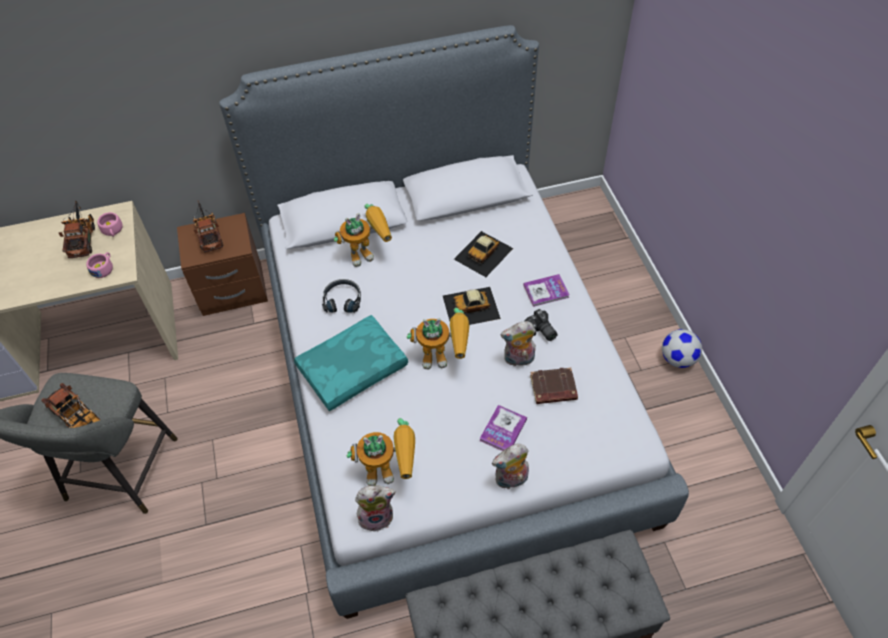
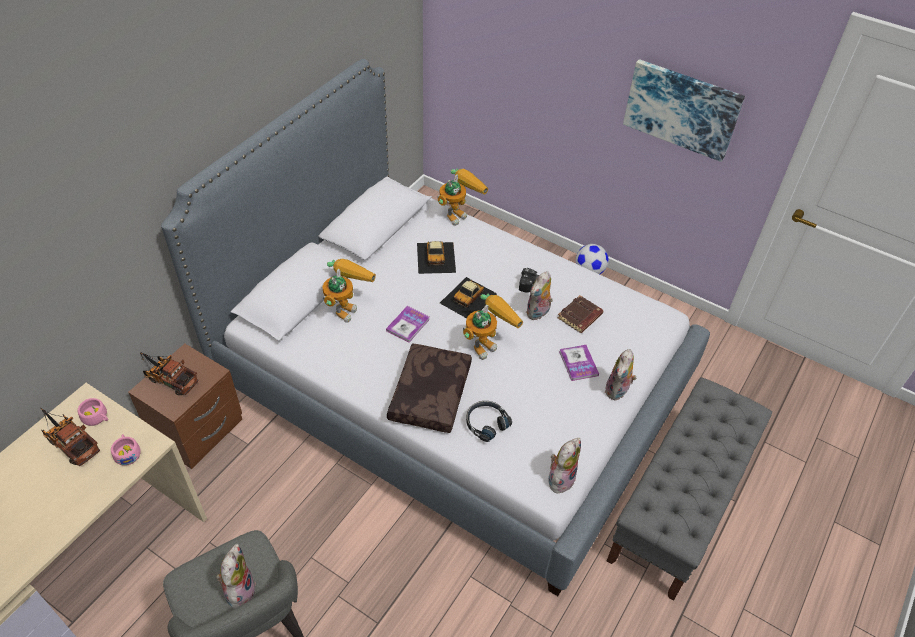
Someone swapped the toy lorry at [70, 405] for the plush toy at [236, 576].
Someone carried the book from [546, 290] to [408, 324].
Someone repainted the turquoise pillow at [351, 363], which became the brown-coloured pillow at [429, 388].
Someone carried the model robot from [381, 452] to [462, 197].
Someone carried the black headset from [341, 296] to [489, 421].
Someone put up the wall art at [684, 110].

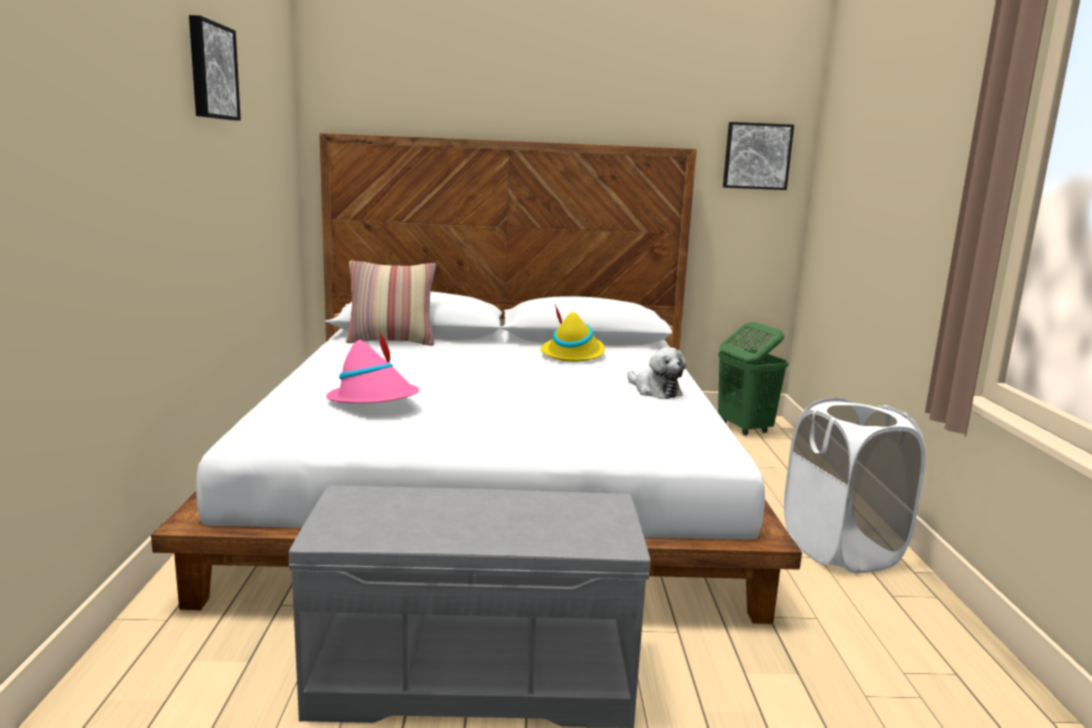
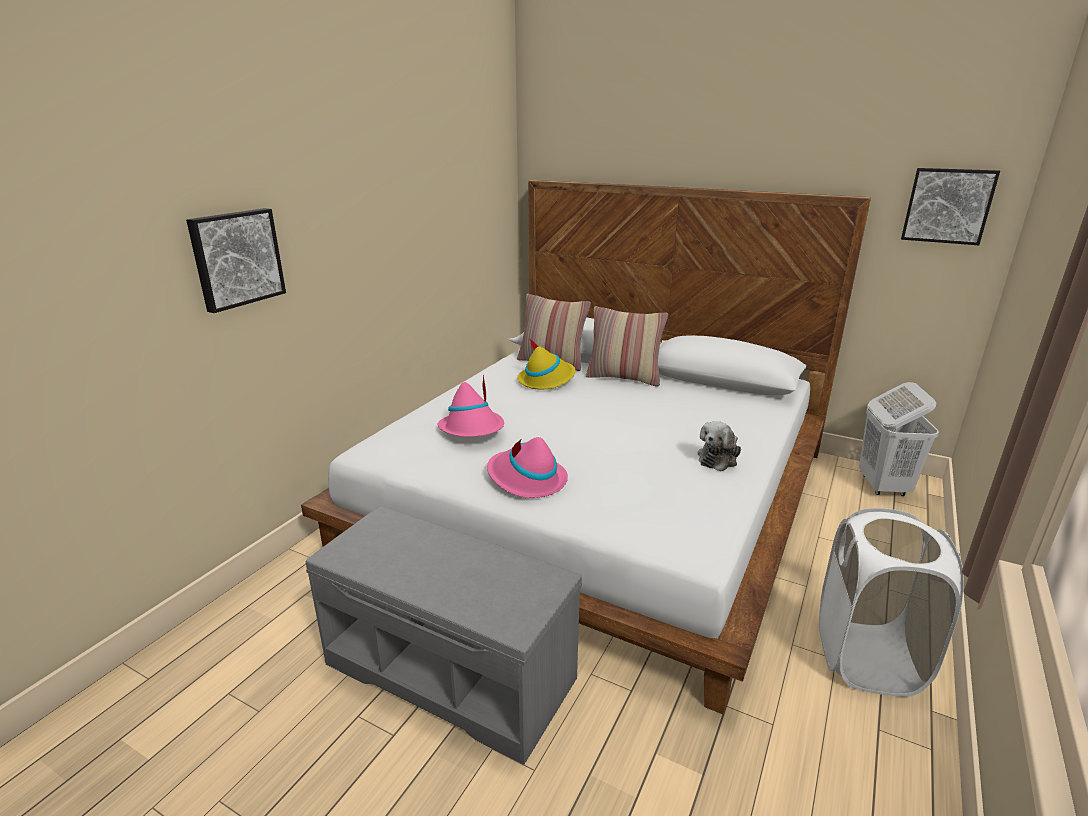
Someone carried the wall art from [215, 68] to [236, 260].
Someone put down the pinkish hat at [527, 467].
Someone carried the yellow hat from [573, 333] to [546, 363].
Someone put down the pillow at [627, 346].
Someone rotated the plush toy at [656, 373] by 45 degrees clockwise.
Someone repainted the green washing basket at [753, 378], which became the white washing basket at [899, 439].

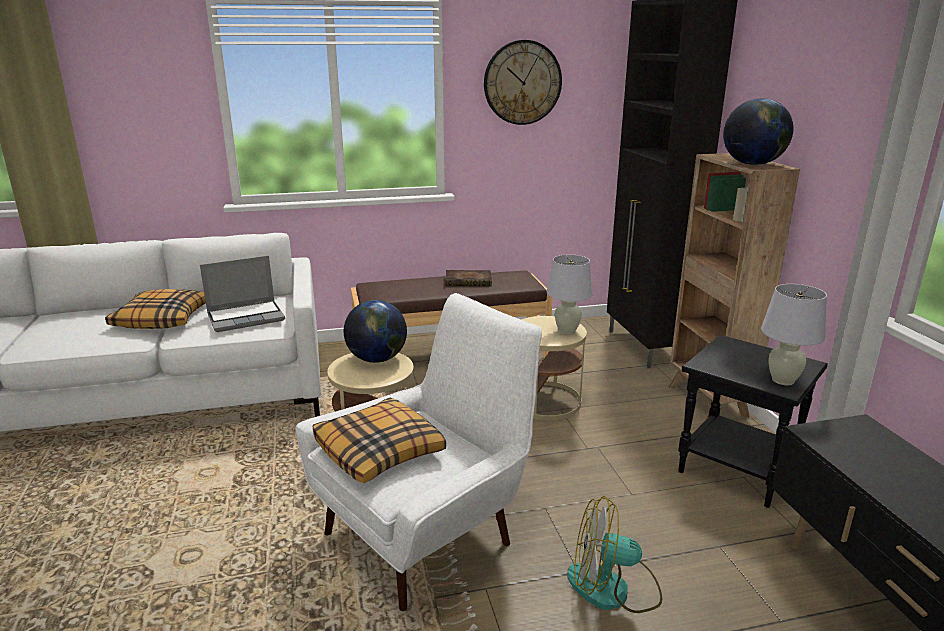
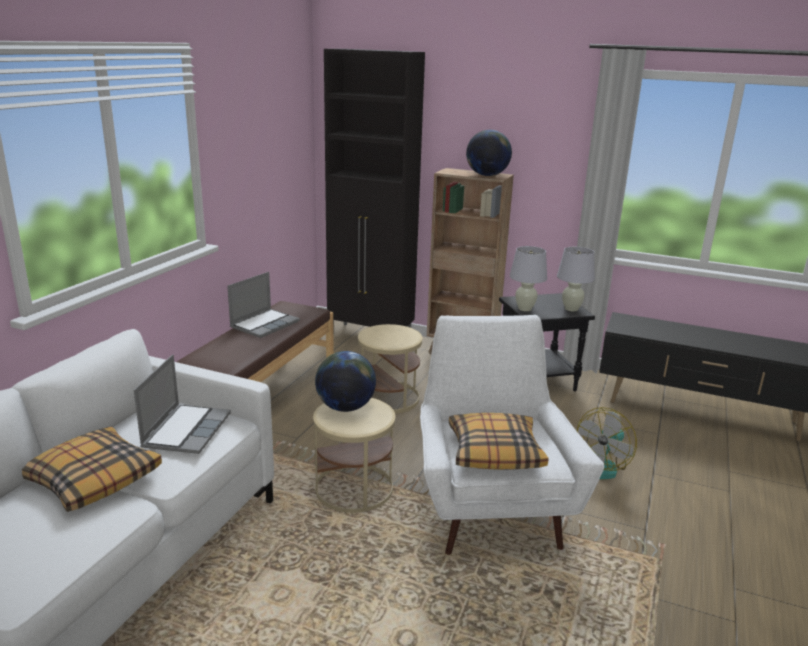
Someone swapped the book at [469, 278] for the notebook computer at [263, 305].
Someone carried the white table lamp from [570, 294] to [528, 278].
Someone took away the hanging clock at [523, 82].

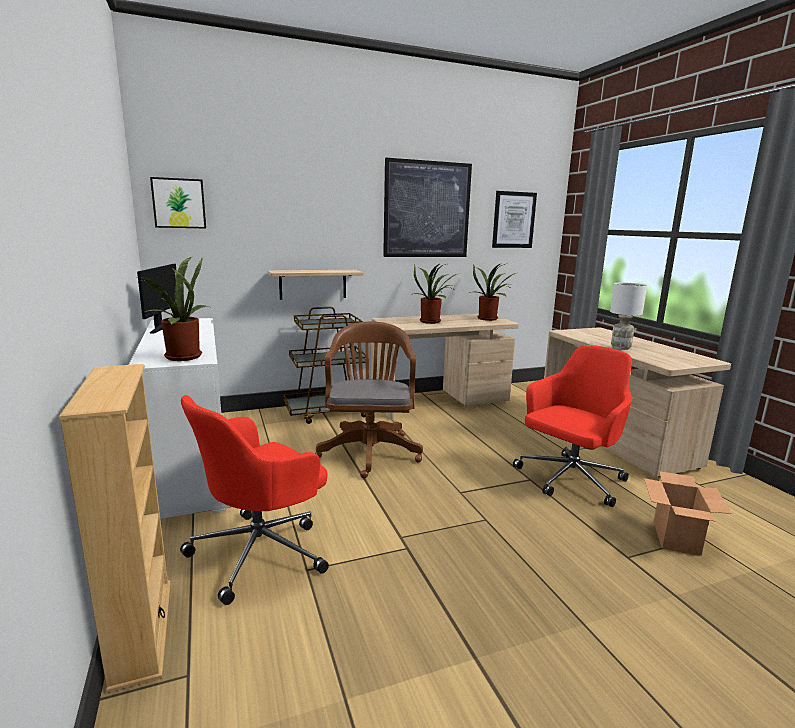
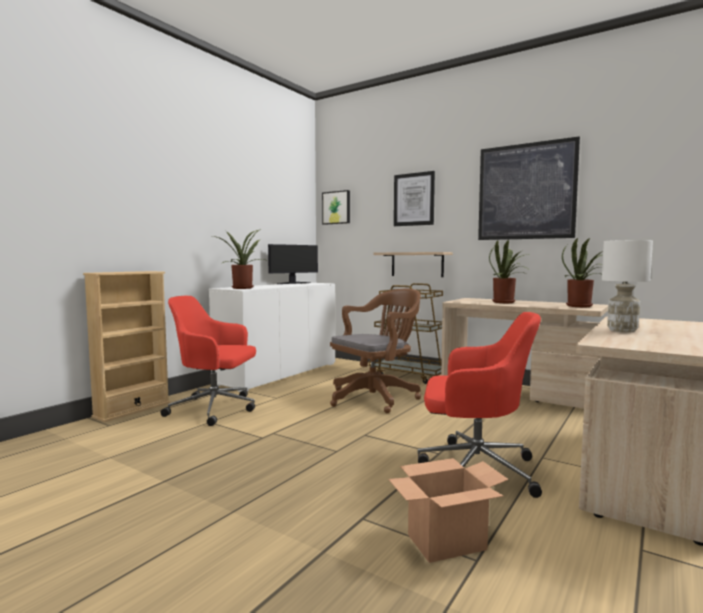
Someone carried the wall art from [514, 219] to [414, 198].

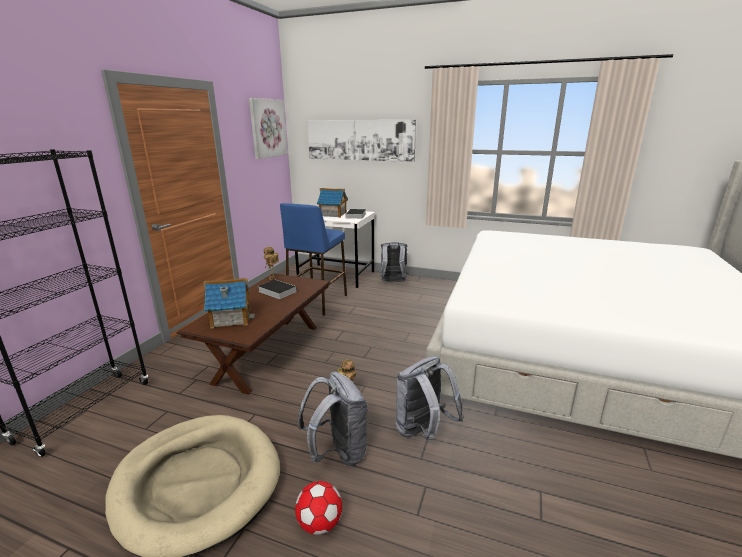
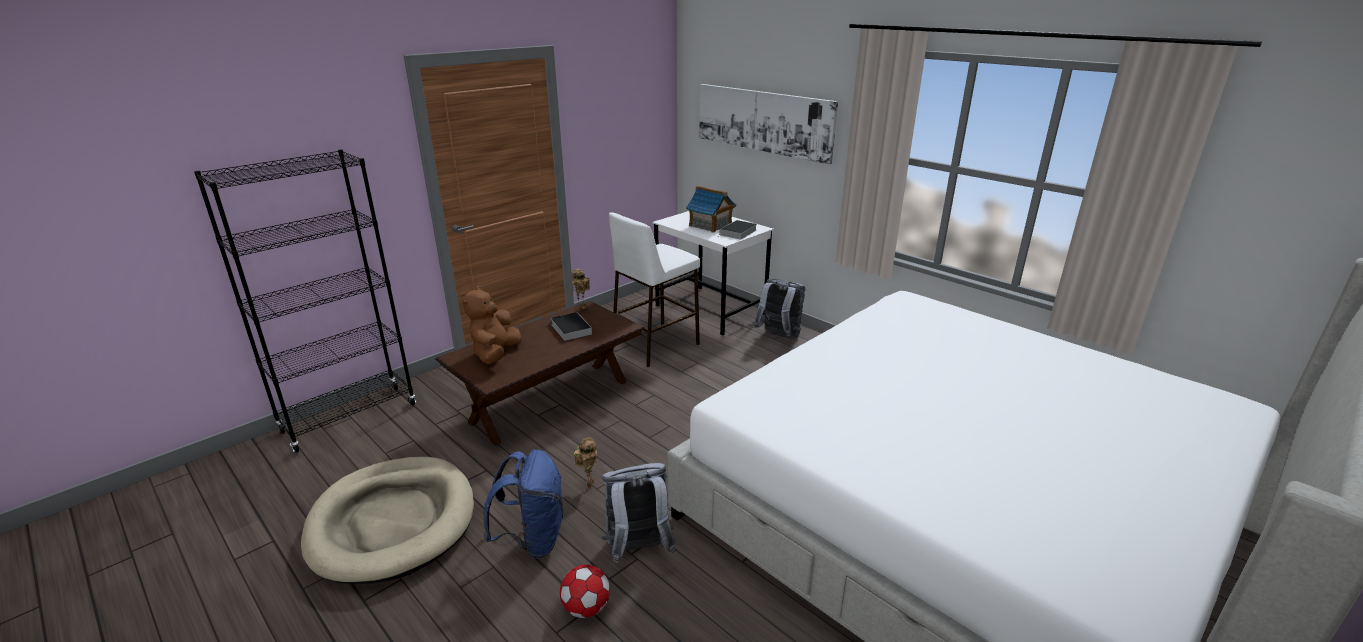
Someone swapped the miniature house at [229, 303] for the brown-coloured plush toy at [492, 324].
Someone repainted the grey knapsack at [333, 419], which became the blue knapsack at [523, 504].
Someone carried the football from [318, 508] to [585, 591].
Someone repainted the blue stool seat at [313, 259], which became the white stool seat at [654, 289].
Someone took away the wall art at [268, 128].

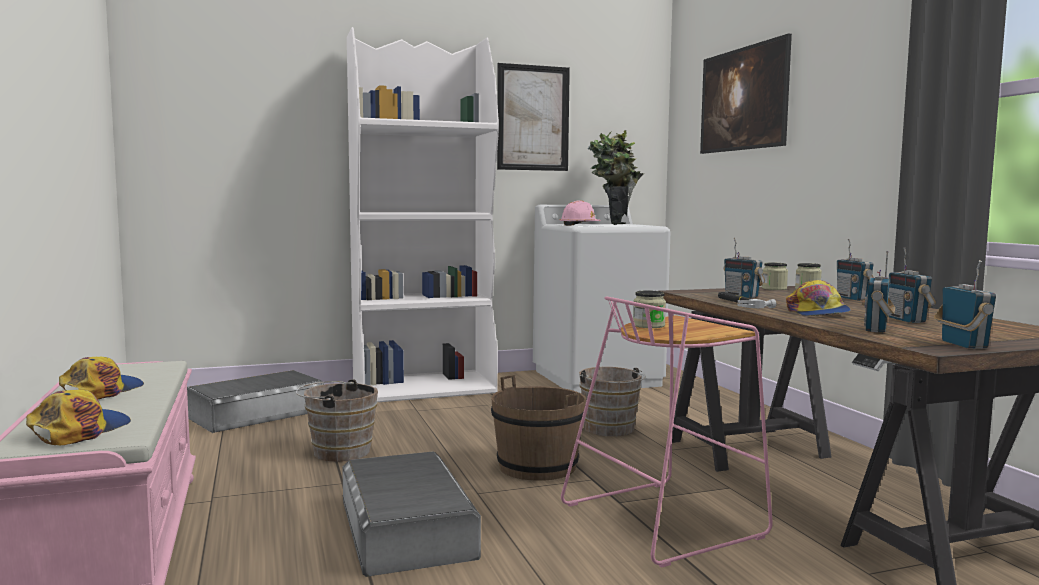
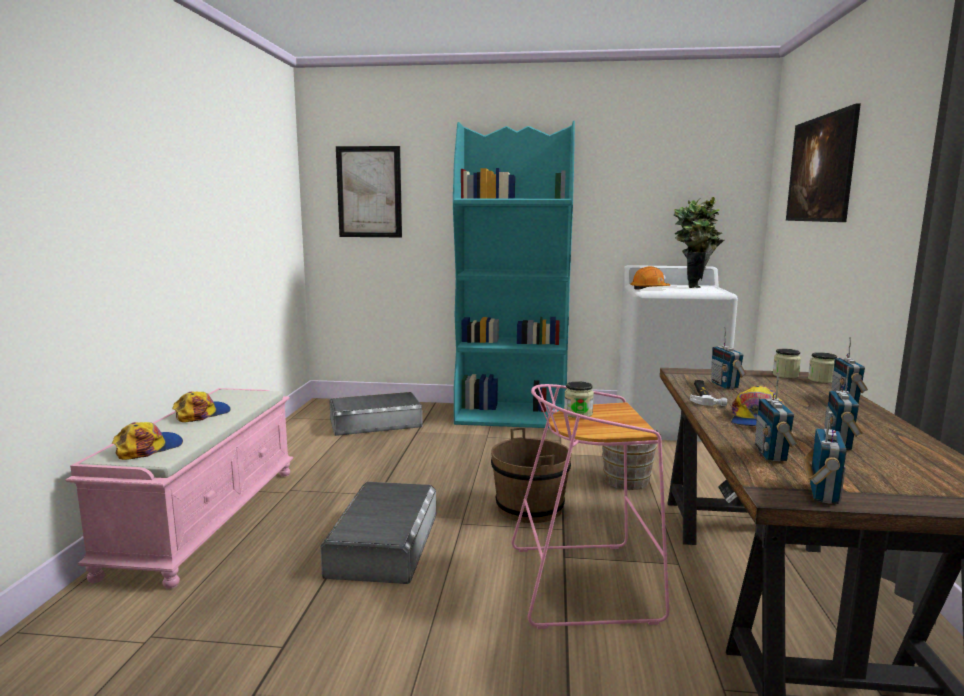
Someone carried the wall art from [533, 117] to [369, 191].
Someone repainted the white shelving unit at [423, 214], which became the turquoise shelving unit at [514, 274].
Someone repainted the pinkish hard hat at [580, 213], which became the orange hard hat at [650, 278].
Someone rotated the radio at [878, 291] by 45 degrees counterclockwise.
Someone took away the brown-coloured pail at [337, 420].

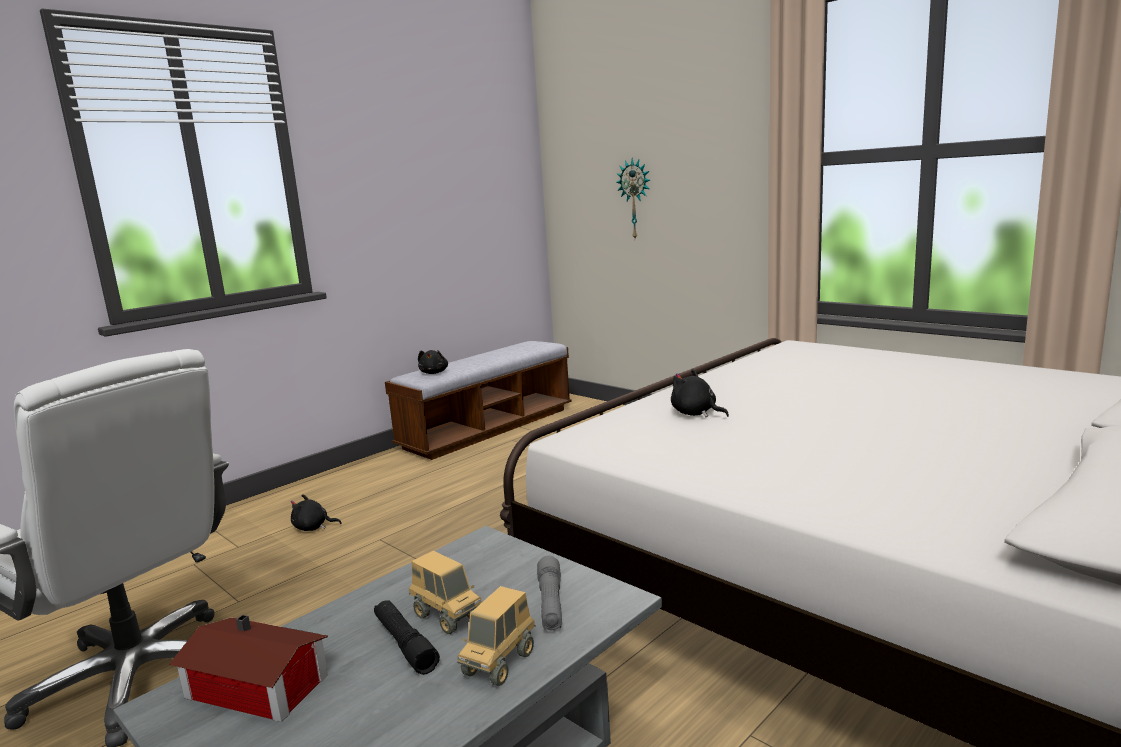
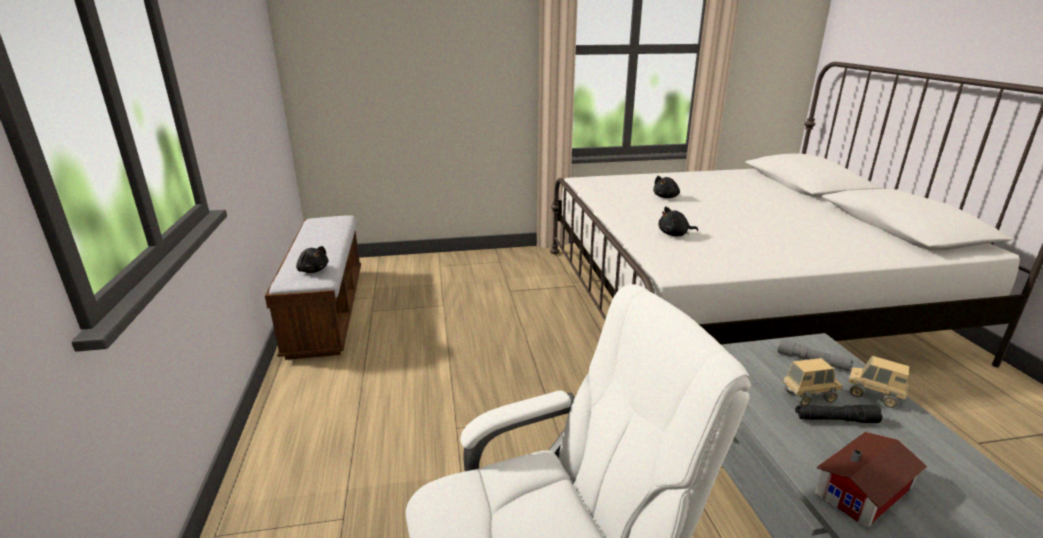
Someone carried the black plush toy from [316, 512] to [666, 187].
Someone rotated the toy lorry at [496, 636] by 150 degrees clockwise.
Someone took away the hanging clock at [633, 198].

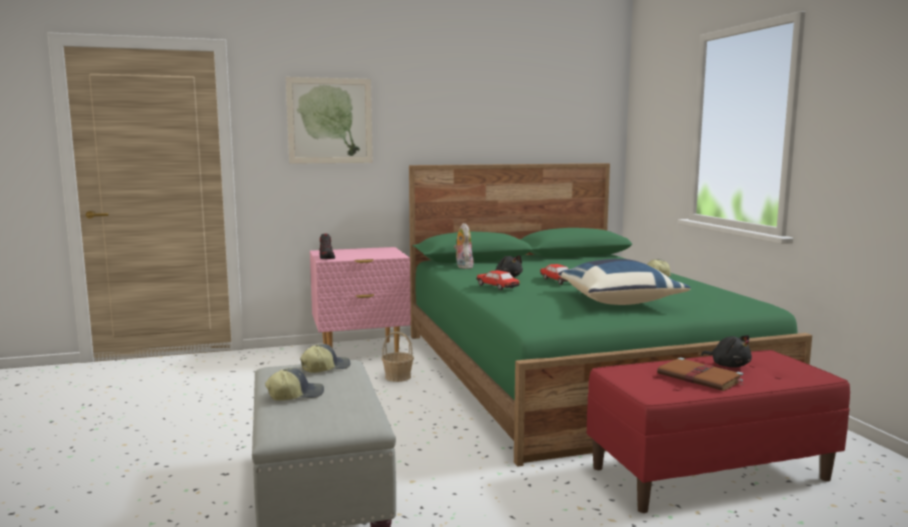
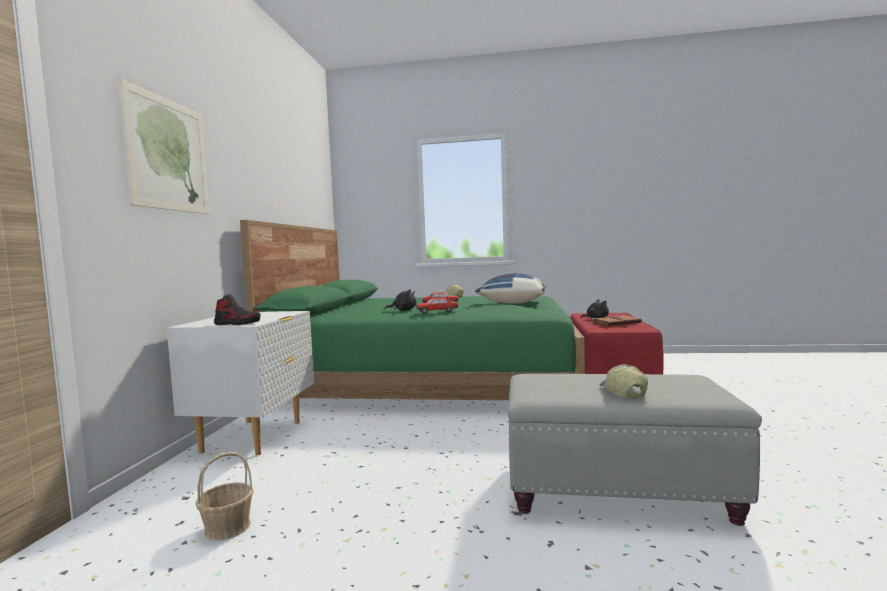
Someone repainted the pinkish nightstand at [360, 299], which became the white nightstand at [240, 383].
Someone carried the storage basket from [397, 356] to [225, 496].
Someone took away the baseball cap at [325, 358].
Someone took away the plush toy at [464, 246].

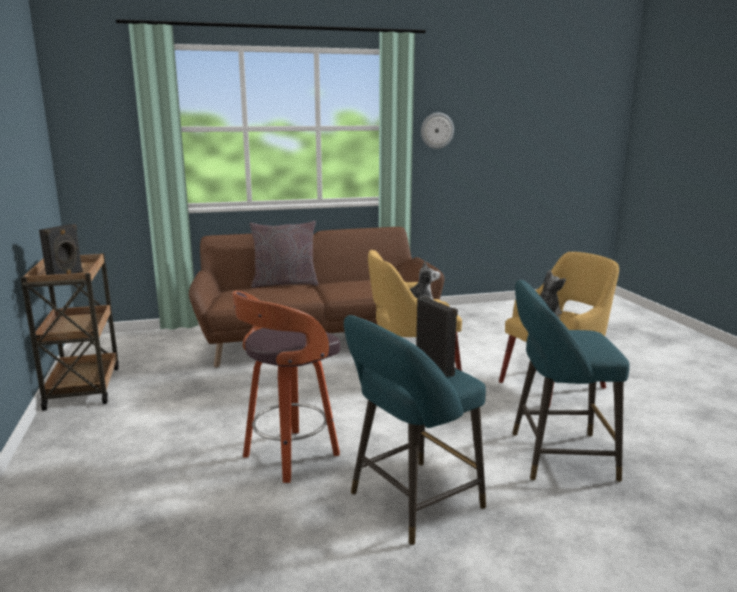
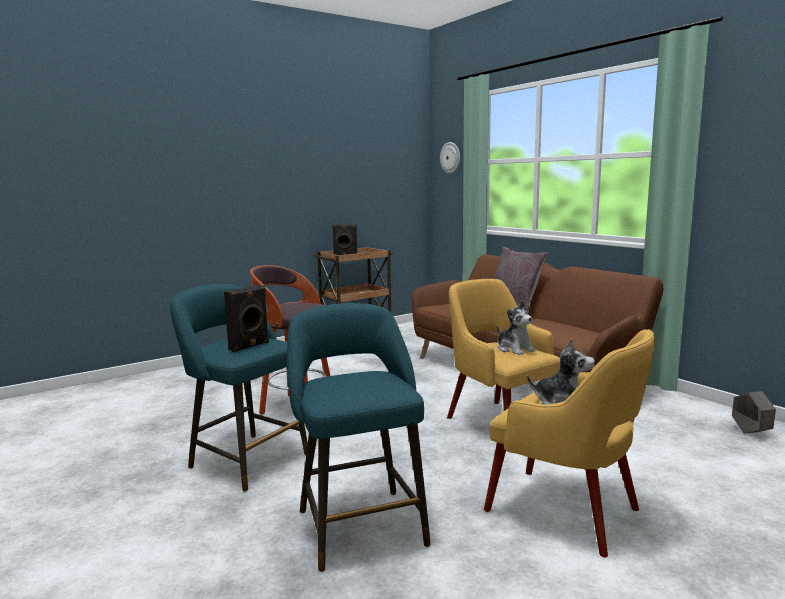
Someone carried the hanging clock from [437, 131] to [450, 158].
Someone put down the grey flower pot at [754, 412].

